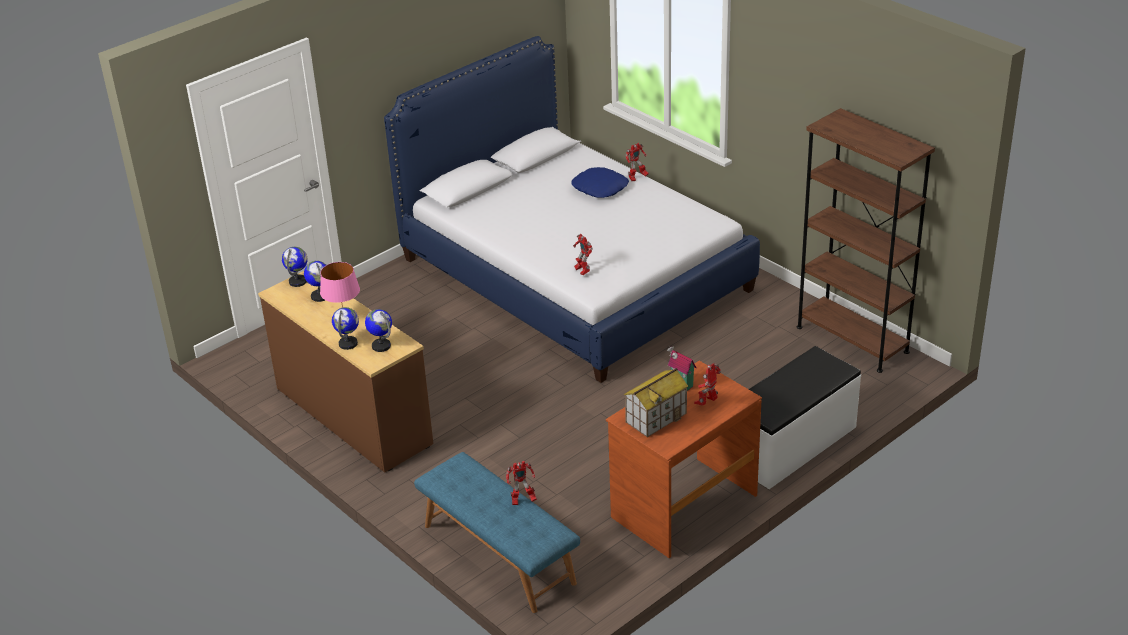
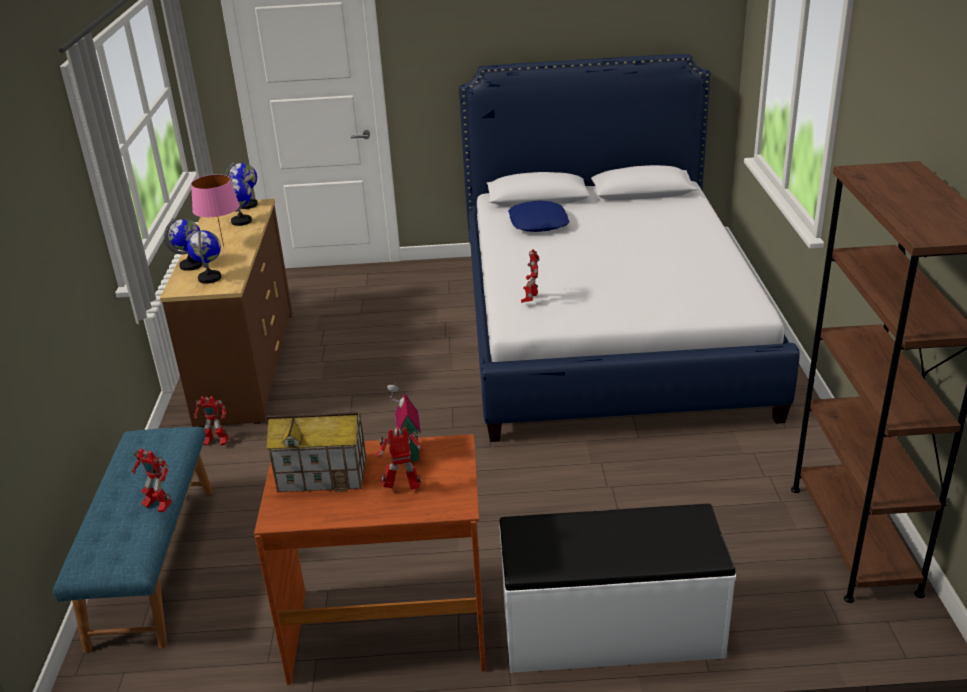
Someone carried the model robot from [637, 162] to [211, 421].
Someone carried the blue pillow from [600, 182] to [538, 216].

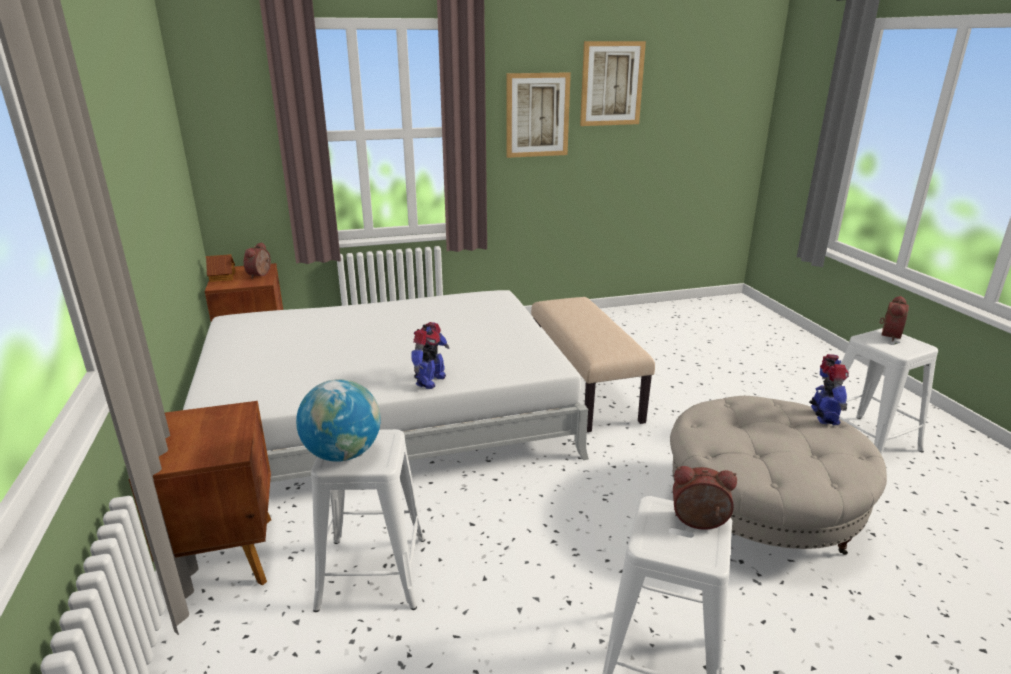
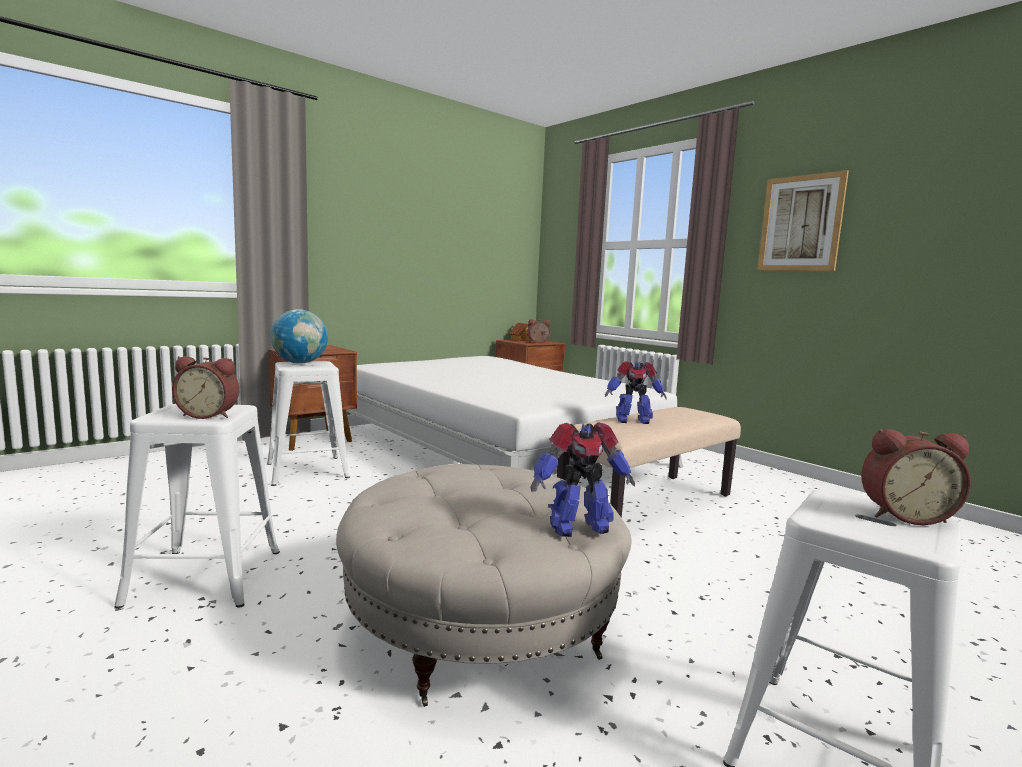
Someone rotated the bedside clock at [705, 498] by 105 degrees clockwise.
Someone carried the model robot from [430, 355] to [636, 392].
Someone took away the wall art at [613, 83].

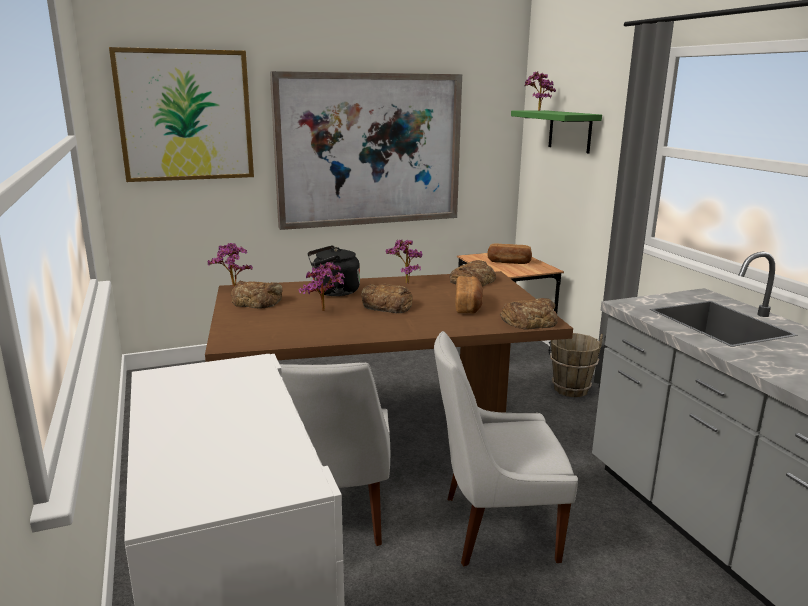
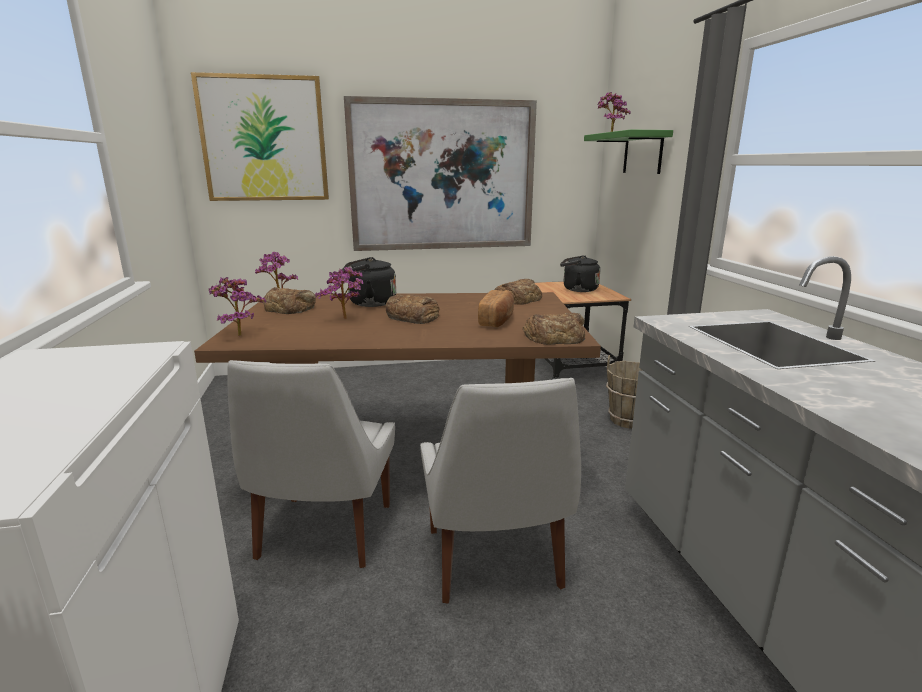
Someone carried the plant in a pot from [404, 261] to [237, 306].
Someone rotated the white chair at [506, 448] by 105 degrees counterclockwise.
Someone swapped the baked bread at [509, 253] for the black water kettle at [580, 273].

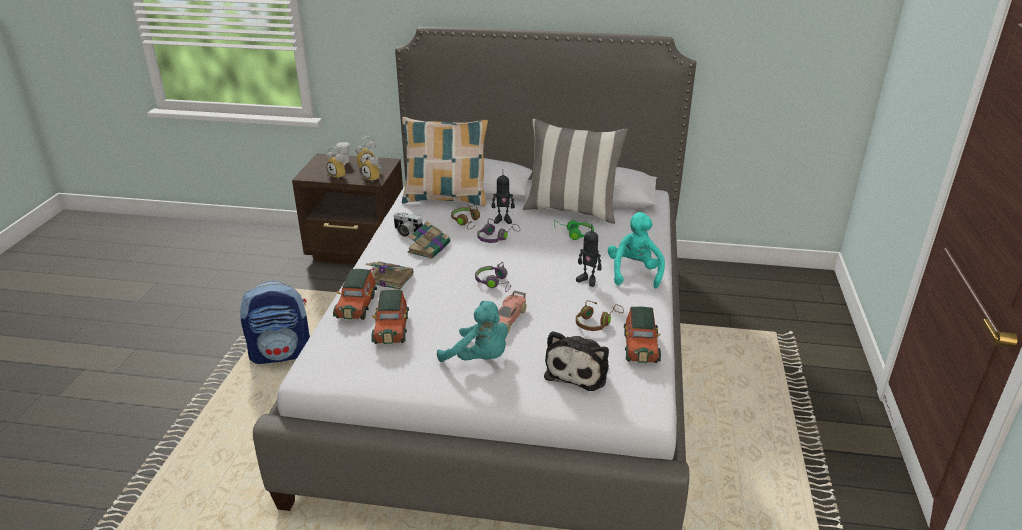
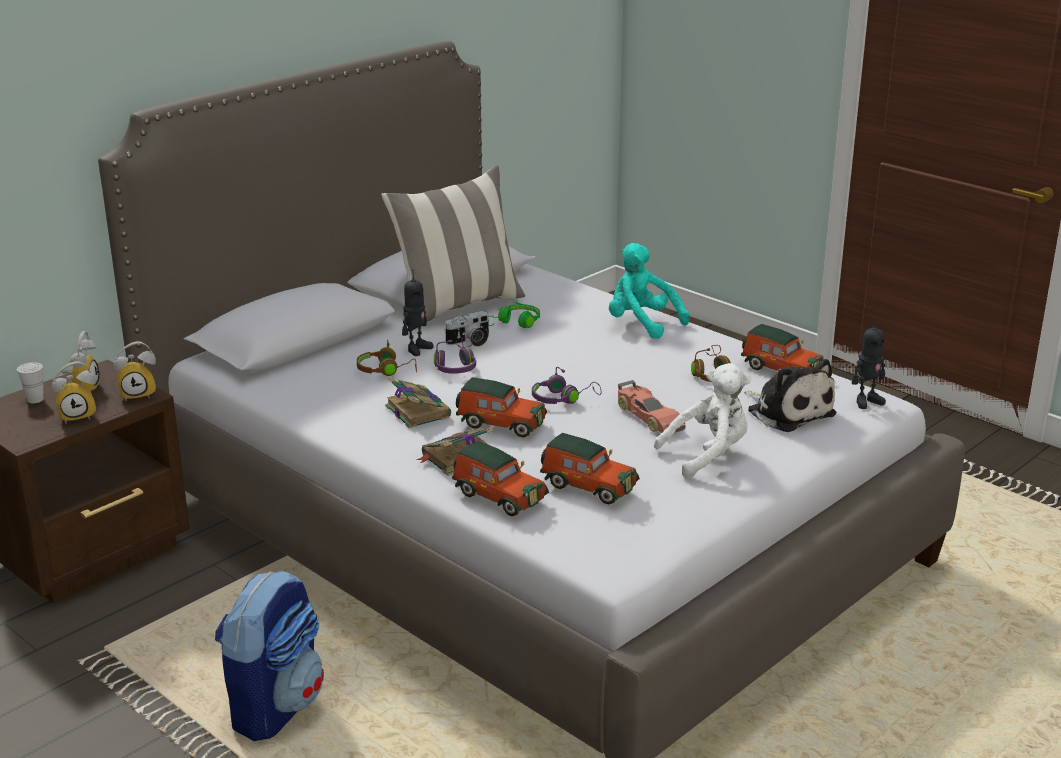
Someone carried the still camera from [408, 224] to [466, 328].
Someone put down the miniature car at [501, 407].
Someone repainted the turquoise plush toy at [472, 331], which became the white plush toy at [702, 421].
Someone carried the model robot from [588, 257] to [869, 363].
Someone took away the pillow at [445, 161].

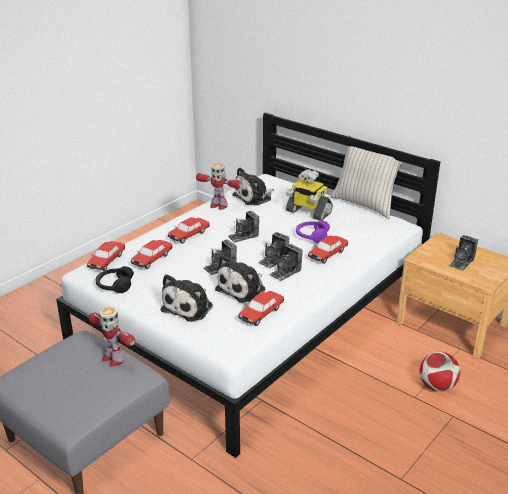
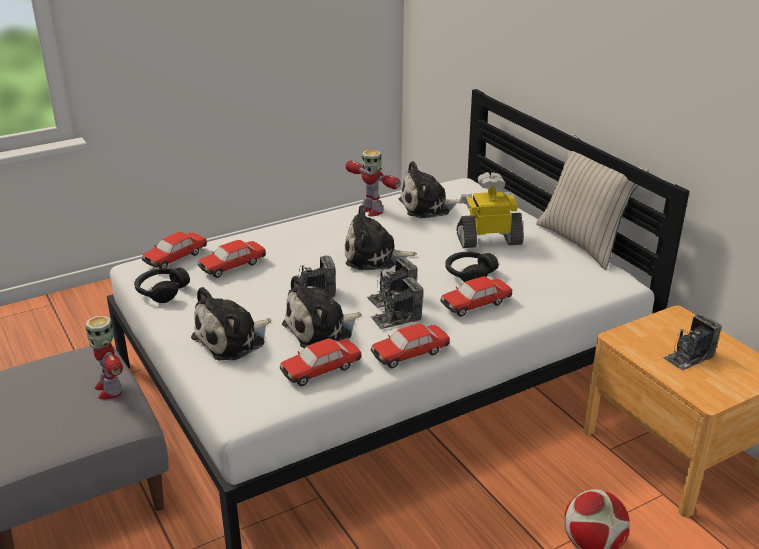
Someone swapped the still camera at [243, 226] for the plush toy at [381, 237].
Someone carried the miniature car from [189, 230] to [410, 346].
Someone repainted the purple headset at [313, 231], which became the black headset at [472, 267].
Someone rotated the model robot at [309, 195] by 120 degrees clockwise.

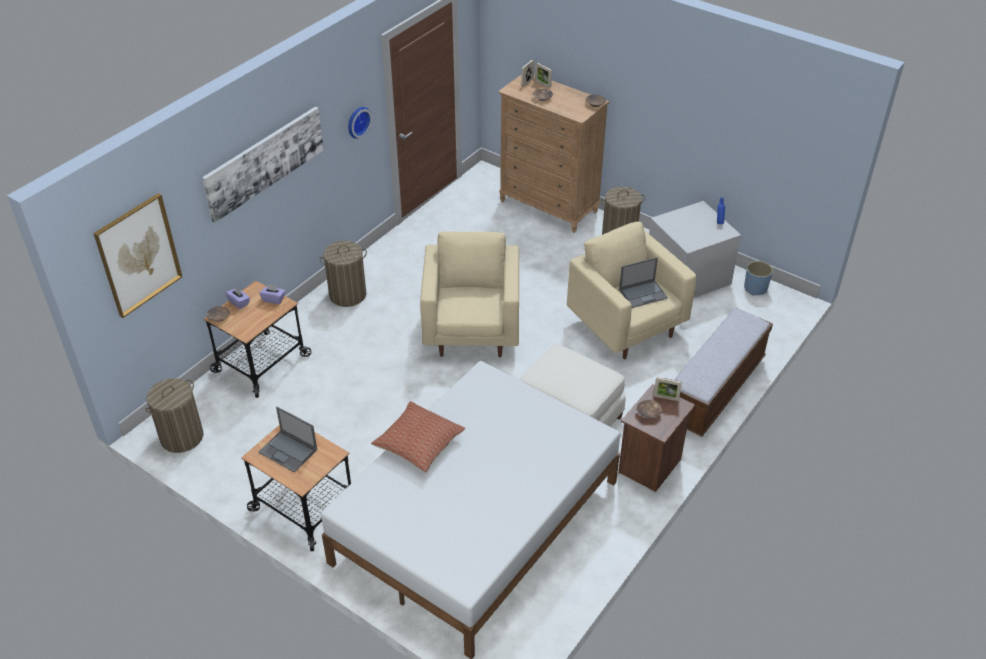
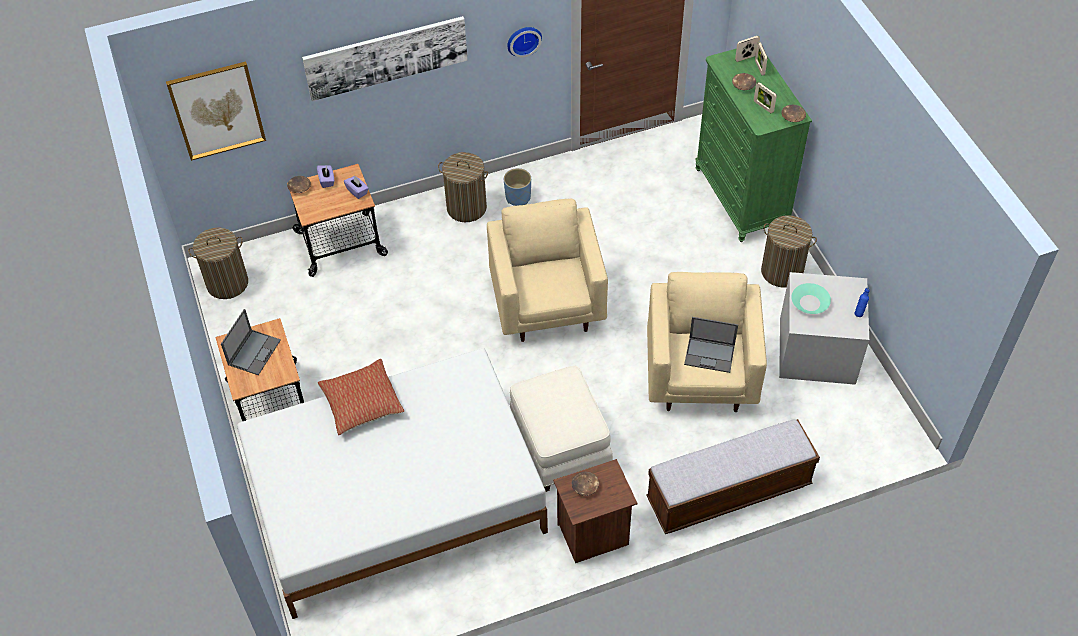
Someone rotated the notebook computer at [287, 440] by 135 degrees counterclockwise.
Someone rotated the sand-coloured armchair at [469, 294] by 45 degrees counterclockwise.
Someone carried the blue flower pot from [758, 278] to [517, 187].
Someone repainted the brown-coloured dresser at [554, 153], which became the green dresser at [754, 145].
Someone carried the standing frame from [667, 389] to [765, 97].
Someone put down the turquoise deep dish at [811, 298].

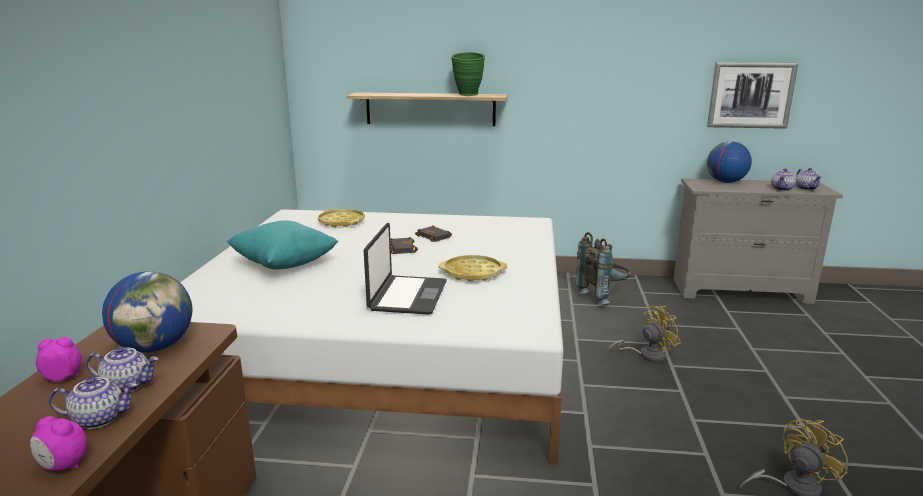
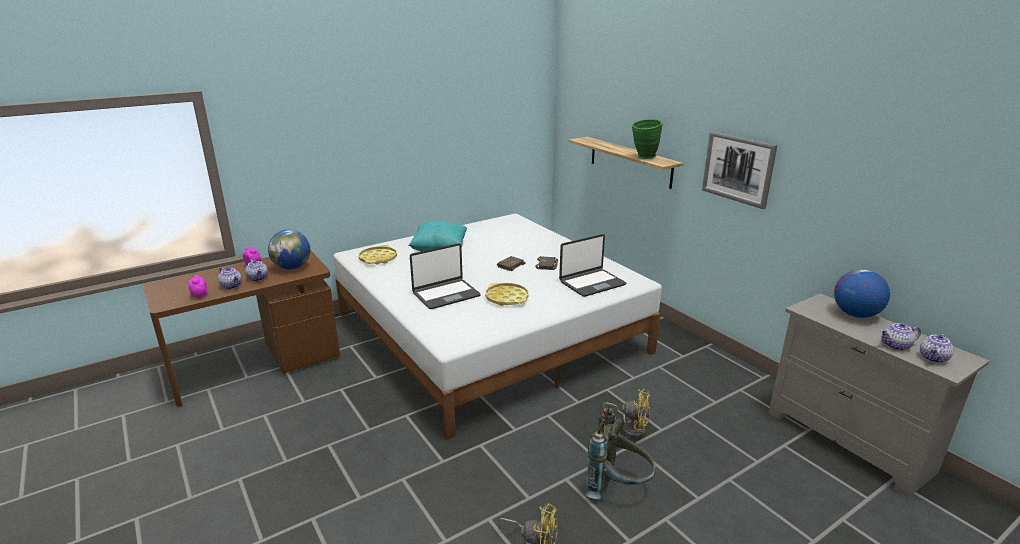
Someone carried the yellow tray from [341, 218] to [377, 255].
Someone put down the notebook computer at [592, 265].
Someone carried the grey knapsack from [603, 268] to [620, 452].
Someone carried the wall art from [752, 95] to [739, 170].

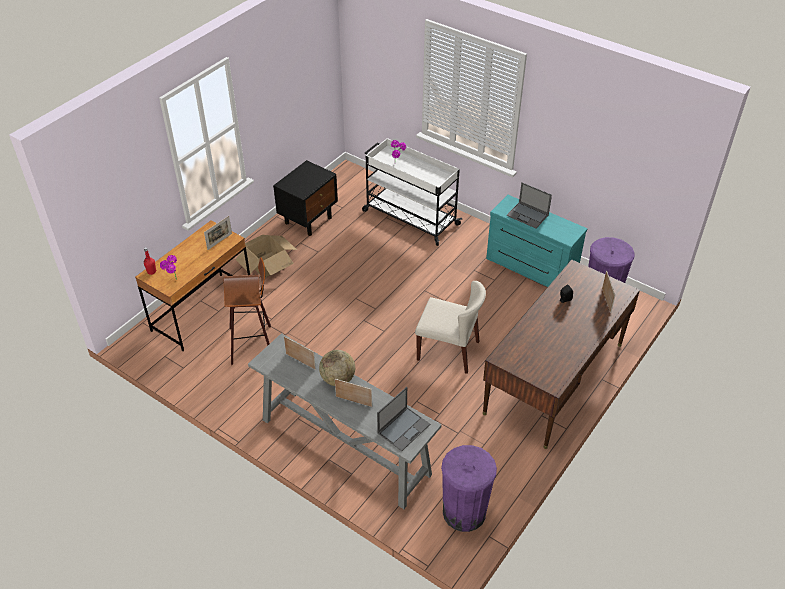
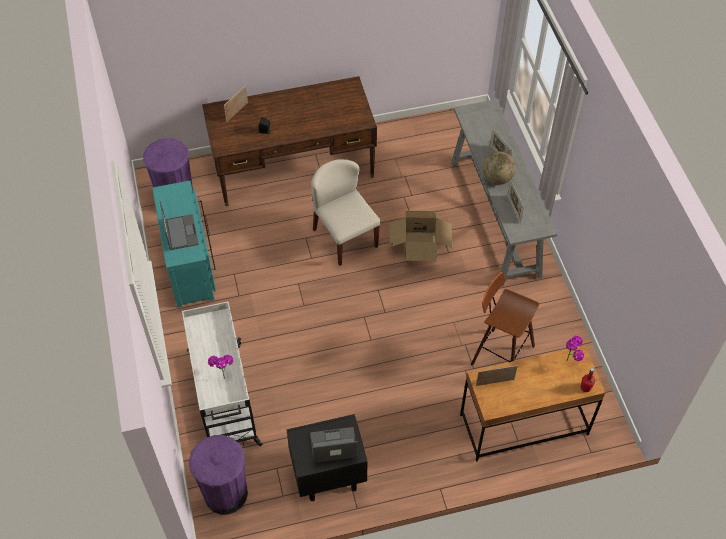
Someone carried the purple rubbish bin from [469, 488] to [218, 474].
Someone carried the notebook computer from [403, 419] to [334, 445].
Someone carried the cardboard box from [266, 256] to [421, 236].

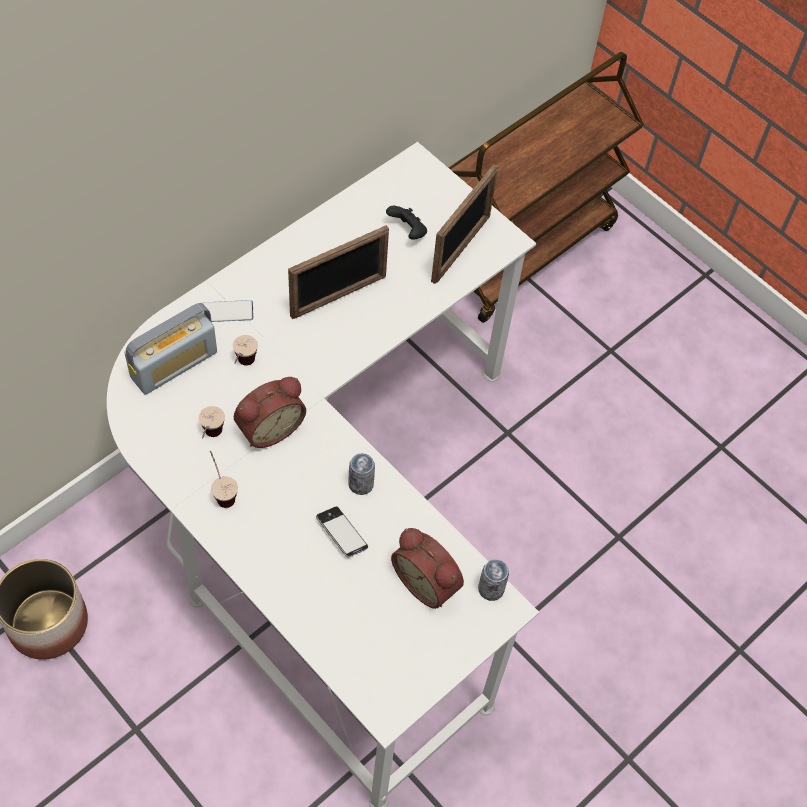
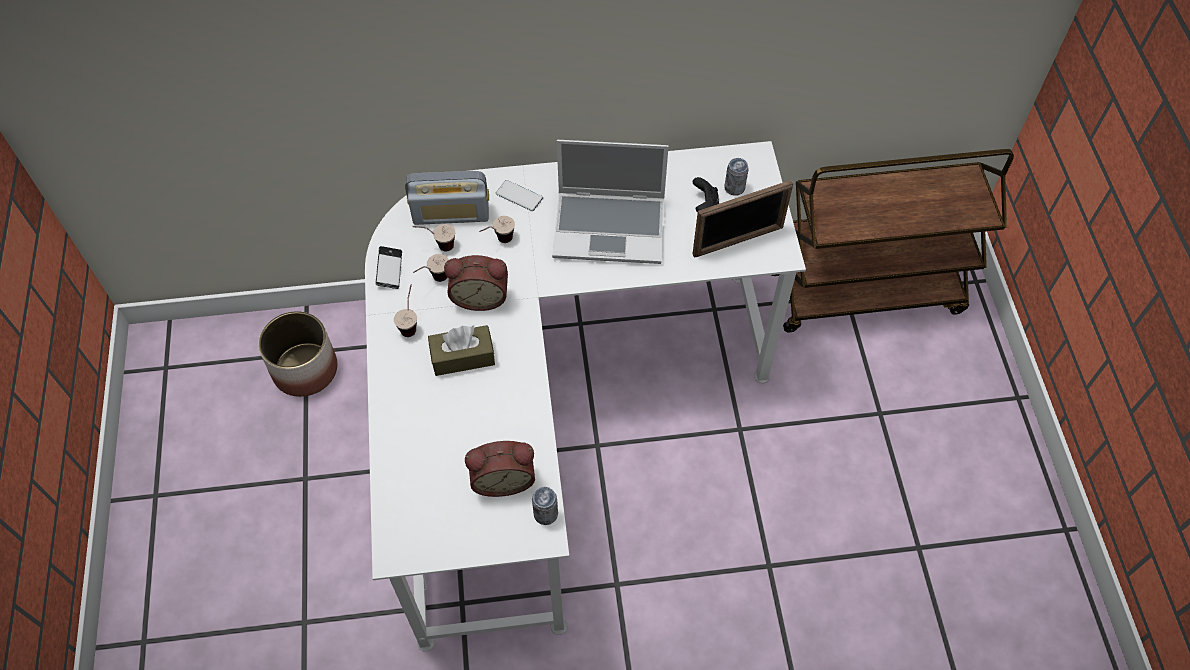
Someone carried the telephone from [342, 531] to [388, 267].
Someone put down the small cup at [433, 238].
Someone put down the brown-coloured tissue box at [461, 350].
Someone rotated the bedside clock at [427, 568] by 90 degrees counterclockwise.
Someone swapped the standing frame at [338, 272] for the notebook computer at [610, 202].
Someone carried the can from [361, 474] to [736, 177].

